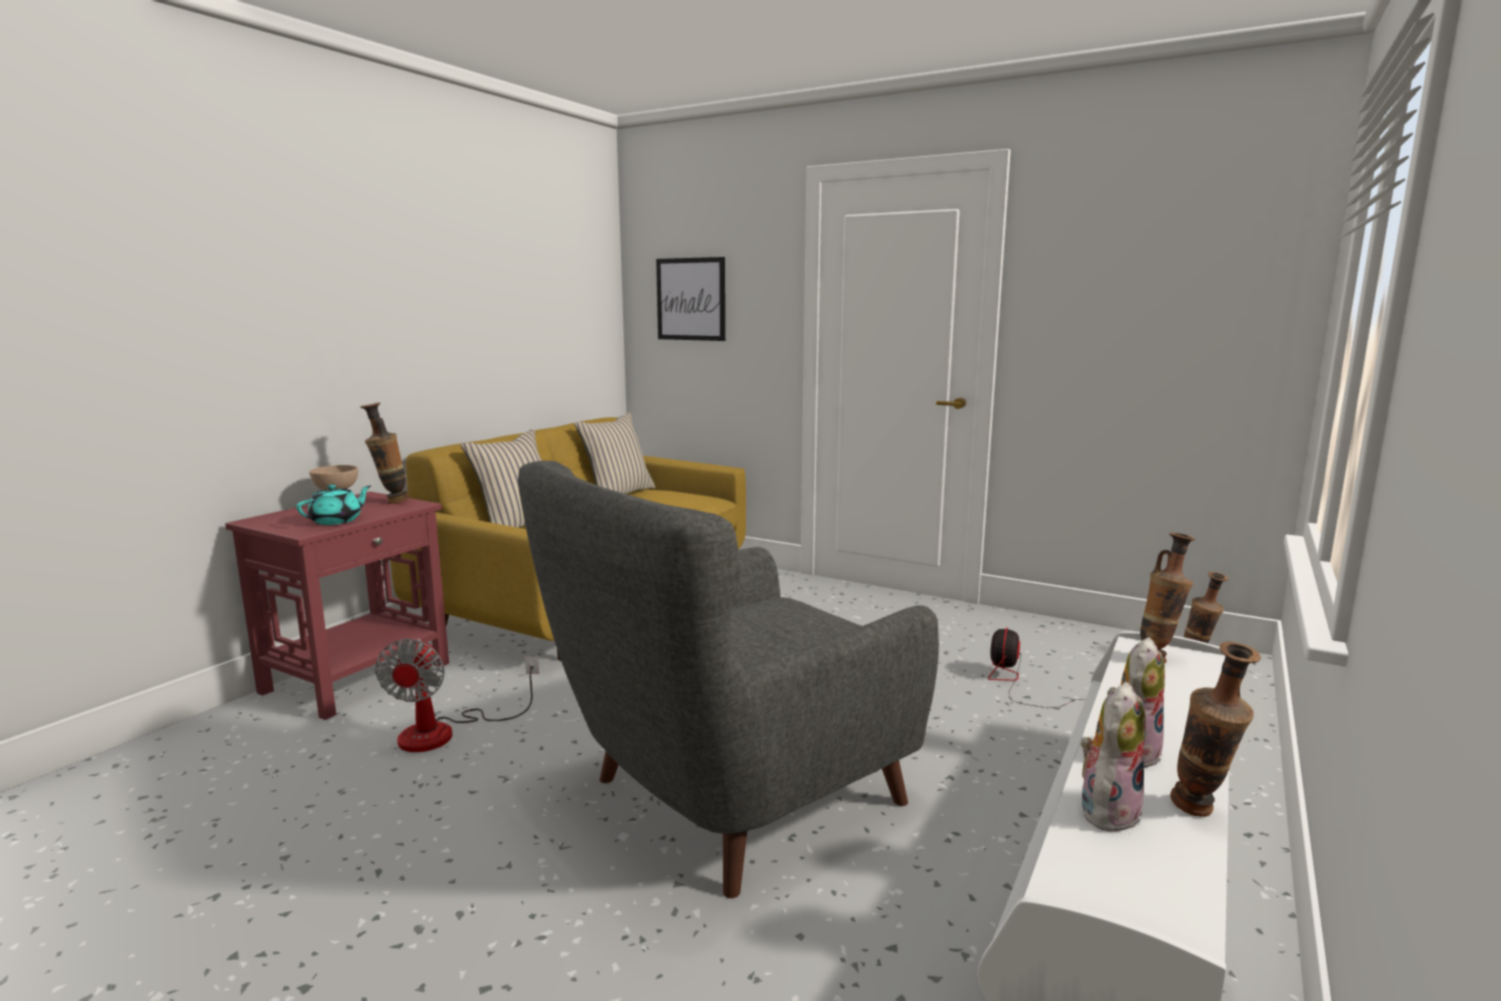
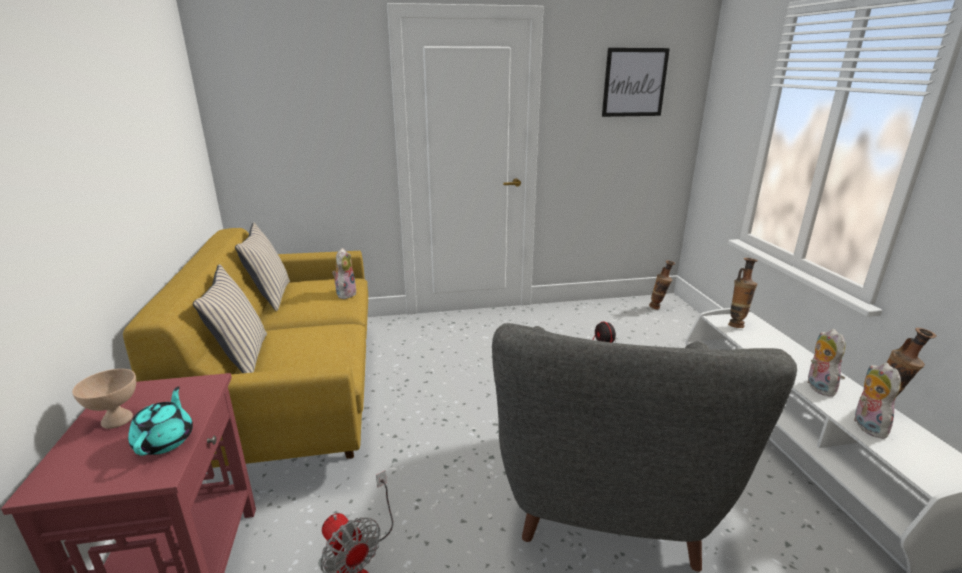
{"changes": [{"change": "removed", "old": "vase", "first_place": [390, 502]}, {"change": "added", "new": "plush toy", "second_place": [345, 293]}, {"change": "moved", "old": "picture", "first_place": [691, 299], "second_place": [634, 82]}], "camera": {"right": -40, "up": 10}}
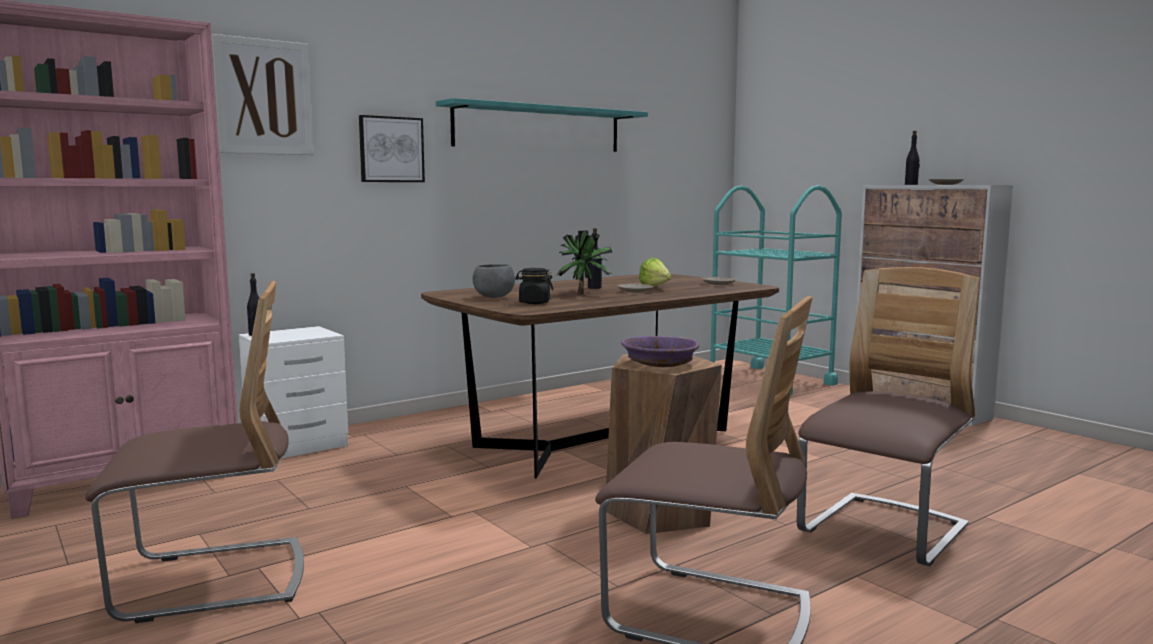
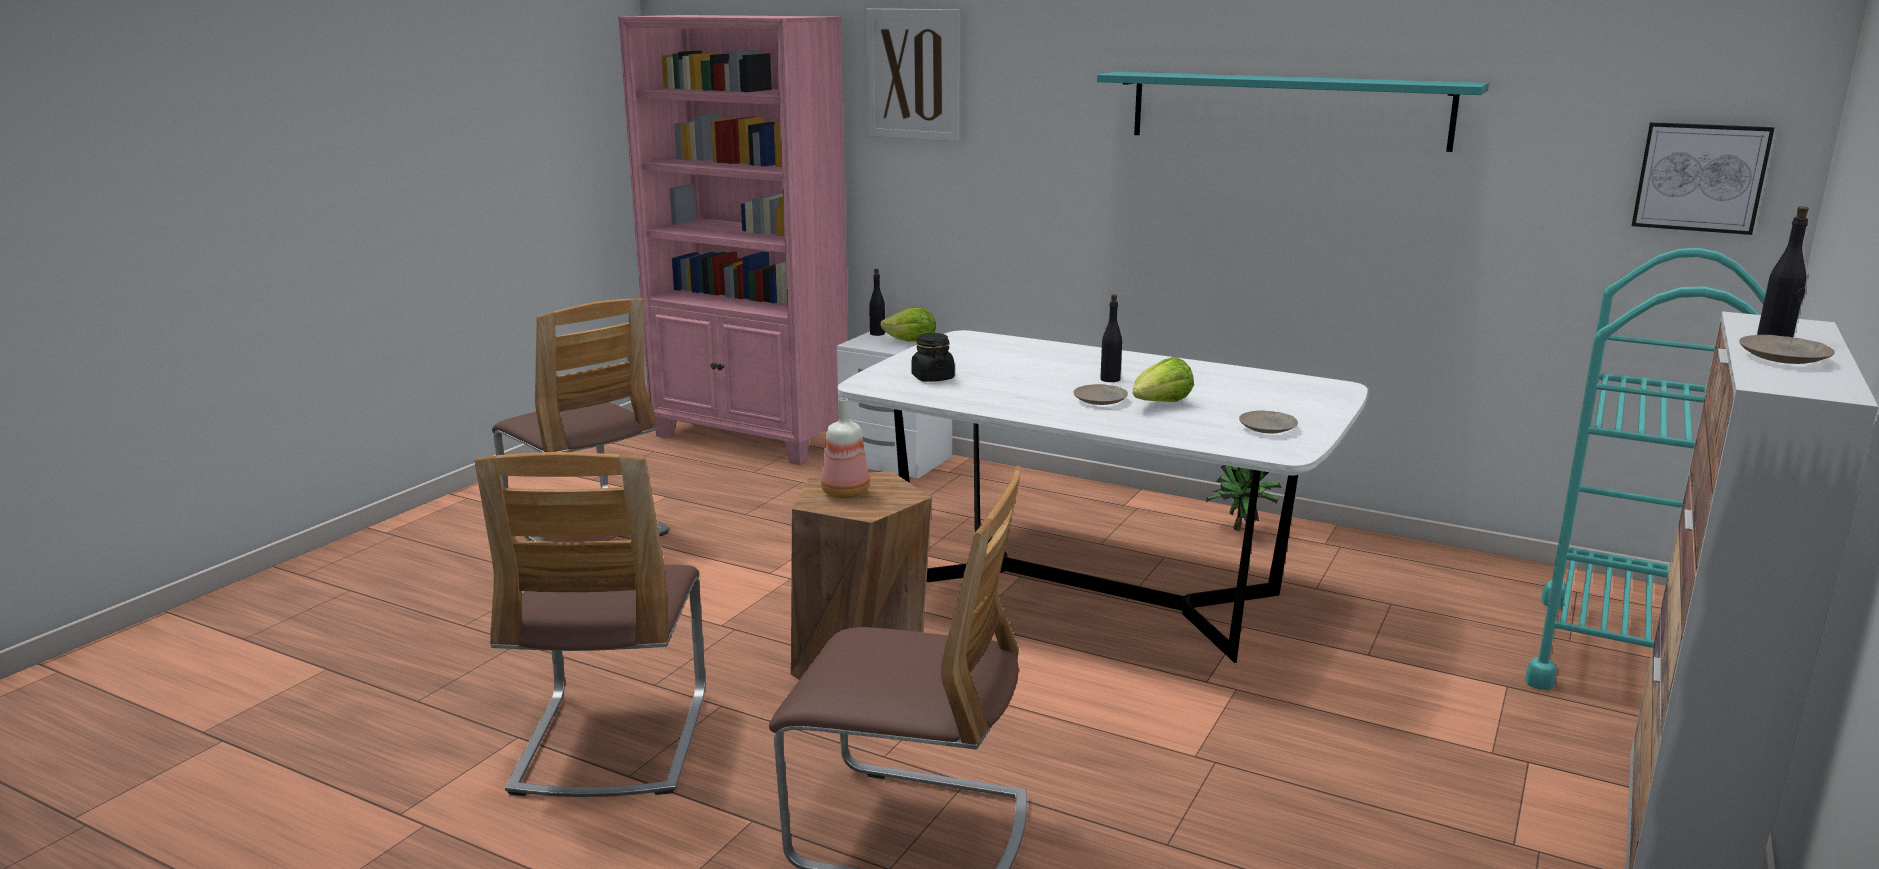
{"changes": [{"change": "removed", "old": "bowl (grey)", "first_place": [494, 297]}, {"change": "added", "new": "lettuce", "second_place": [911, 342]}, {"change": "moved", "old": "picture", "first_place": [391, 149], "second_place": [1700, 177]}, {"change": "moved", "old": "potted plant", "first_place": [584, 293], "second_place": [1242, 530]}, {"change": "replaced", "old": "bowl (purple)", "new": "bottle", "first_place": [660, 363], "second_place": [845, 493]}, {"change": "recoloured", "old": "dining table (brown)", "new": "dining table (white)", "first_place": [604, 439], "second_place": [1091, 590]}], "camera": {"right": 65, "up": 10}}
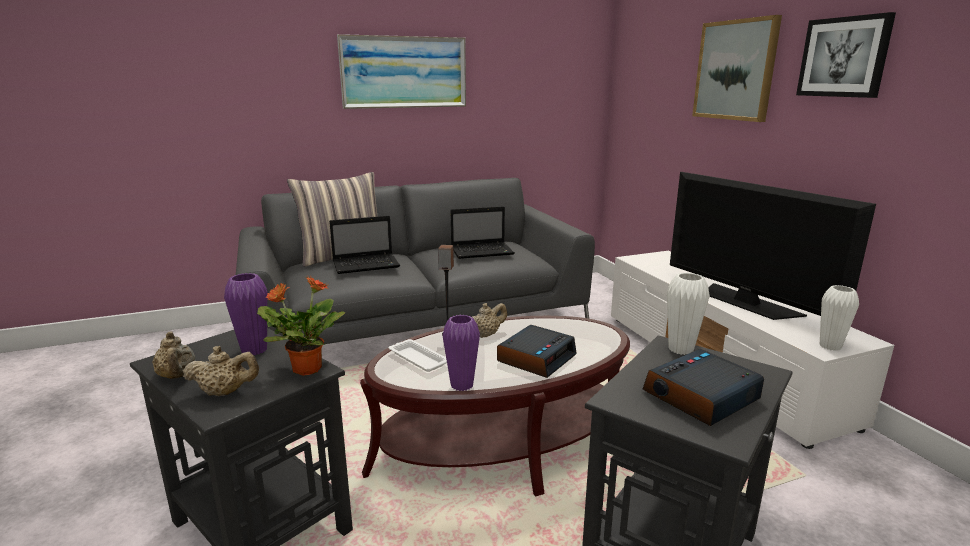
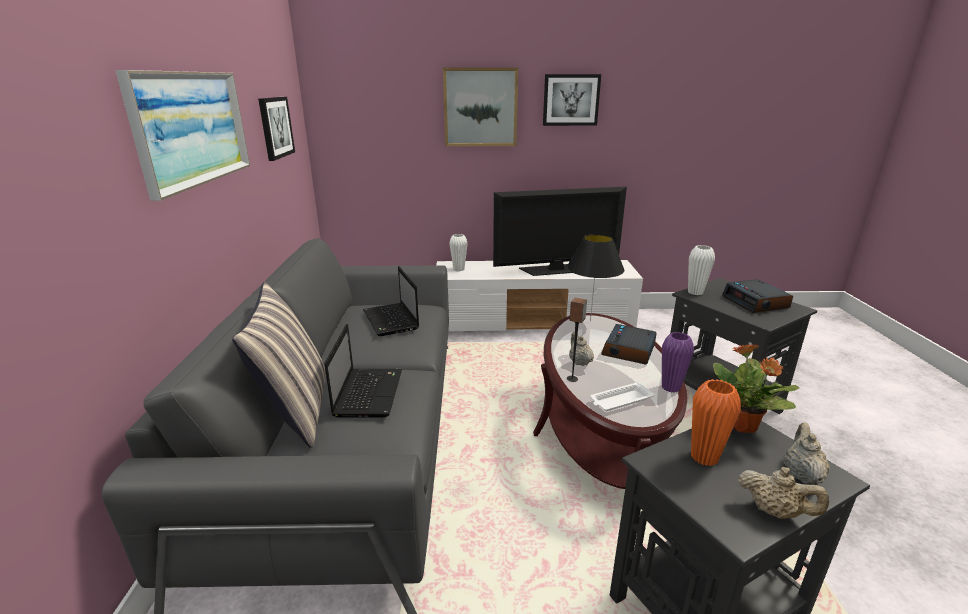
{"changes": [{"change": "added", "new": "picture", "second_place": [275, 127]}, {"change": "added", "new": "table lamp (black)", "second_place": [590, 321]}, {"change": "moved", "old": "vase (white)", "first_place": [830, 346], "second_place": [459, 269]}, {"change": "recoloured", "old": "vase (purple)", "new": "vase (orange)", "first_place": [254, 350], "second_place": [704, 457]}, {"change": "turned", "old": "teapot (beige)", "first_place": [177, 376], "second_place": [775, 511], "degrees": 45}, {"change": "turned", "old": "laptop", "first_place": [483, 251], "second_place": [391, 321], "degrees": 150}, {"change": "turned", "old": "alarm clock", "first_place": [536, 358], "second_place": [629, 350], "degrees": -120}], "camera": {"right": -70, "up": 5}}
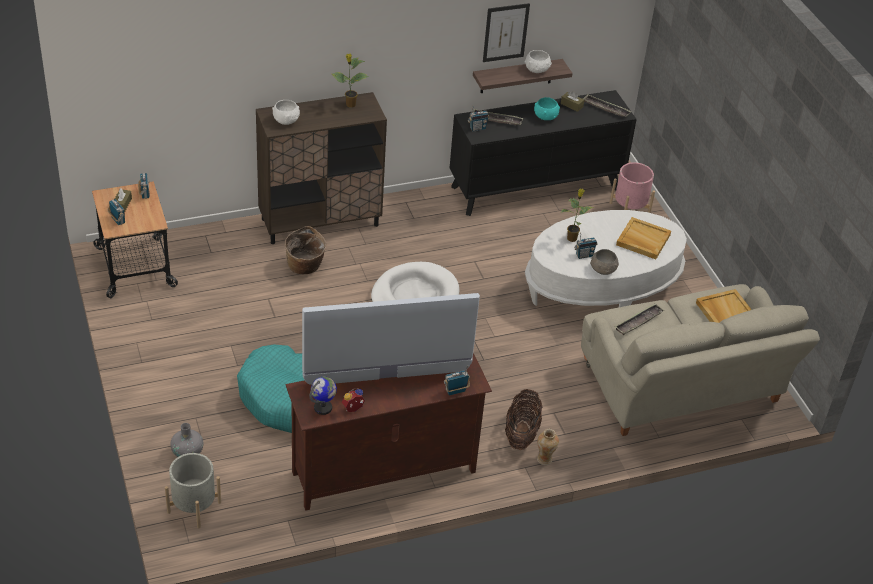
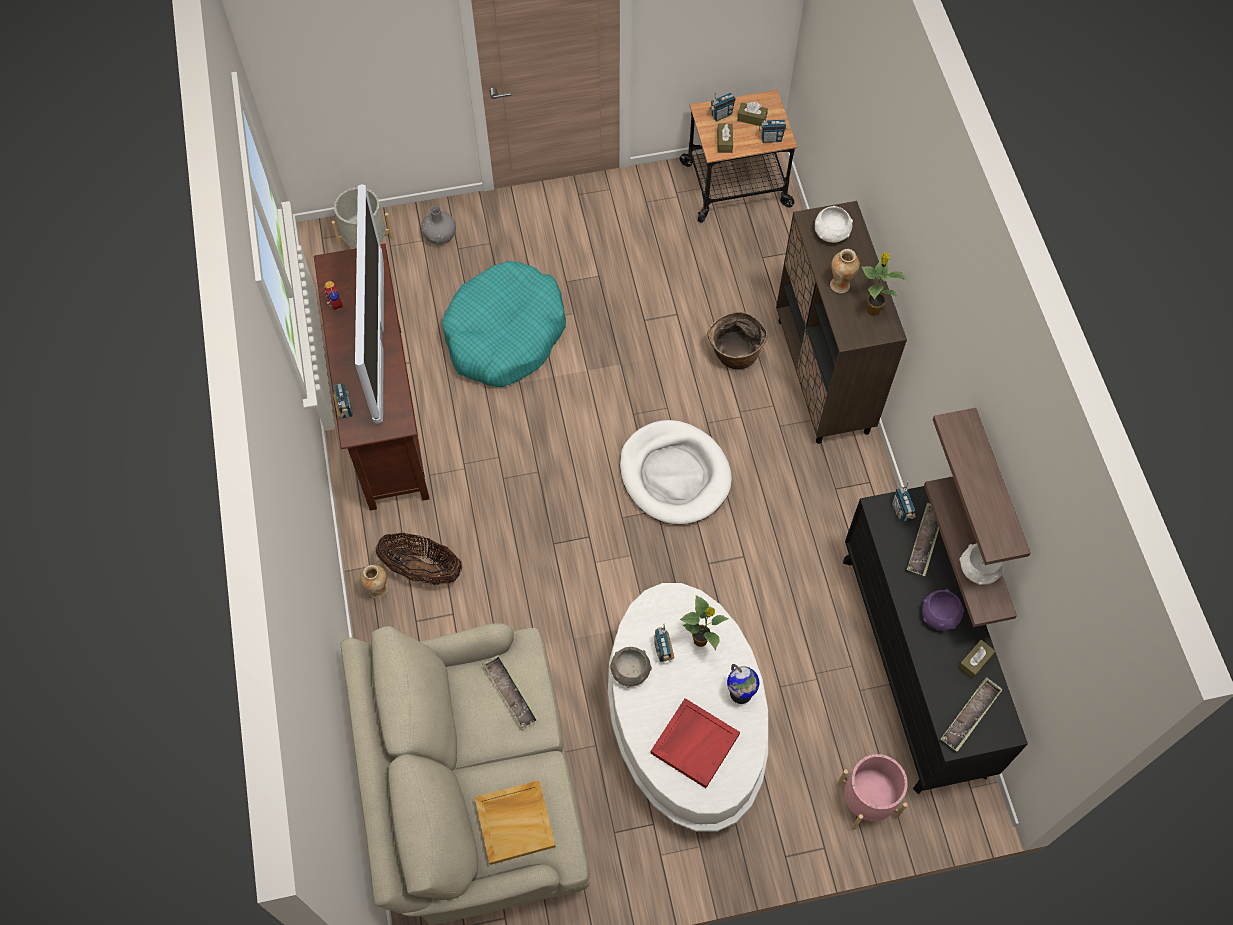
{"changes": [{"change": "added", "new": "tissue box (brown)", "second_place": [724, 142]}, {"change": "added", "new": "vase", "second_place": [840, 285]}, {"change": "moved", "old": "globe", "first_place": [323, 408], "second_place": [740, 693]}, {"change": "replaced", "old": "picture", "new": "shelf", "first_place": [505, 32], "second_place": [997, 488]}, {"change": "recoloured", "old": "bowl (turquoise)", "new": "bowl (purple)", "first_place": [545, 116], "second_place": [940, 615]}, {"change": "recoloured", "old": "tray (beige)", "new": "tray (red)", "first_place": [642, 240], "second_place": [694, 743]}], "camera": {"right": 100, "up": 20}}
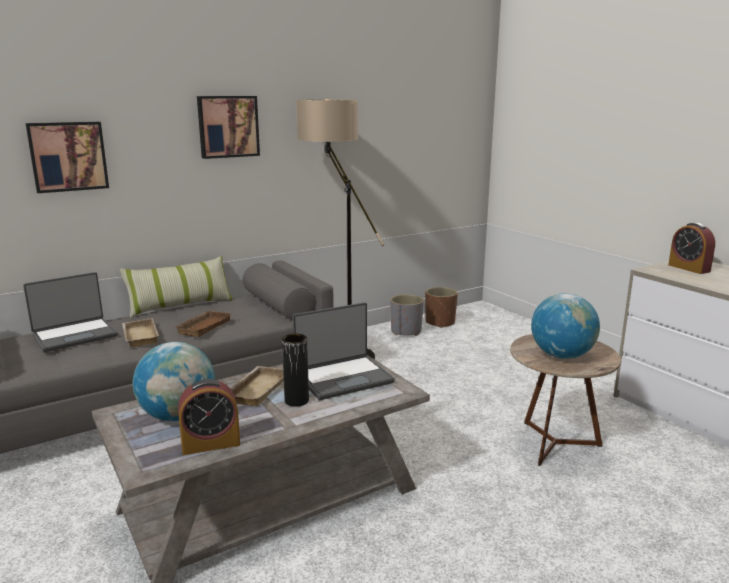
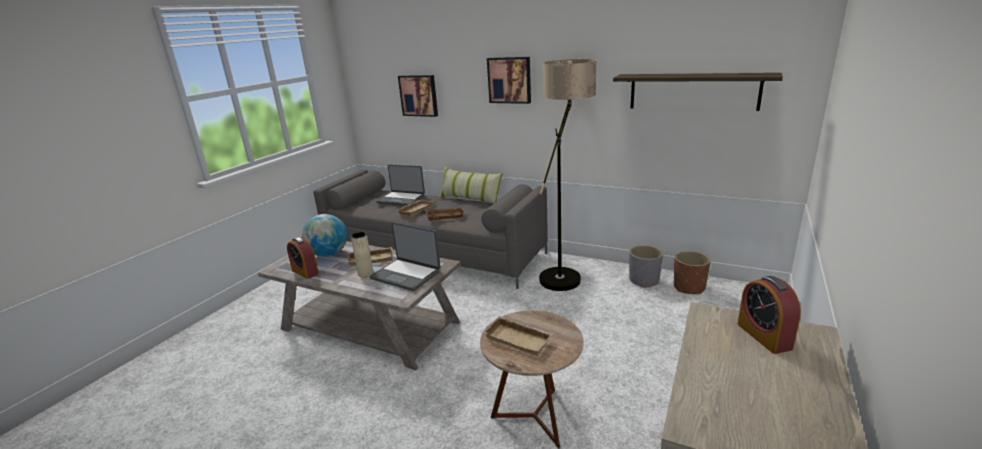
{"changes": [{"change": "added", "new": "shelf", "second_place": [693, 91]}, {"change": "replaced", "old": "globe", "new": "tray (beige)", "first_place": [561, 355], "second_place": [519, 339]}, {"change": "recoloured", "old": "vase (black)", "new": "vase (beige)", "first_place": [296, 401], "second_place": [365, 273]}, {"change": "turned", "old": "alarm clock", "first_place": [689, 268], "second_place": [764, 336], "degrees": -45}], "camera": {"right": 60, "up": 5}}
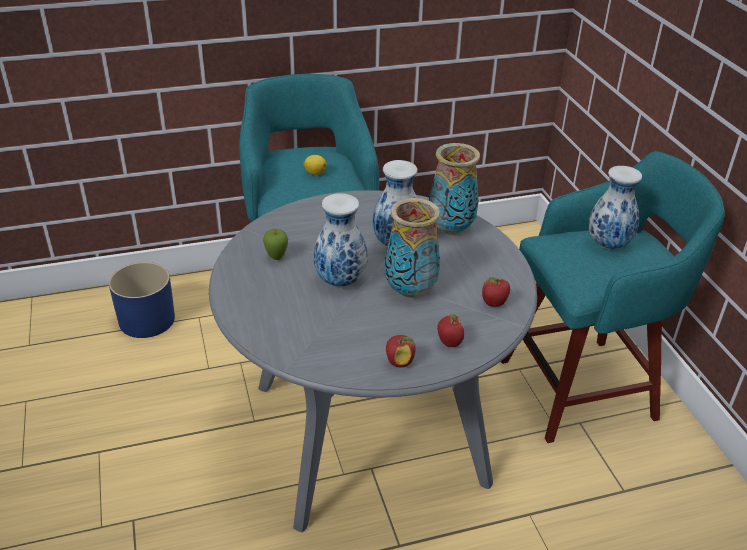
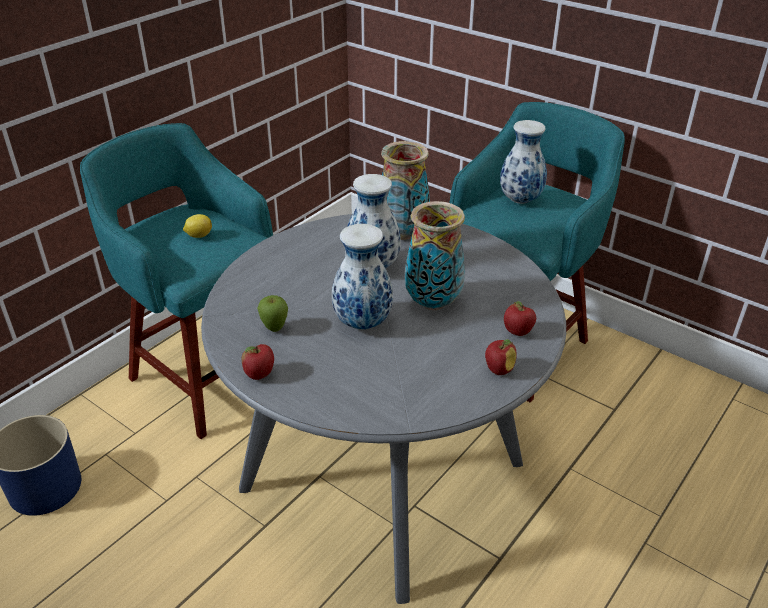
{"changes": [{"change": "moved", "old": "apple", "first_place": [494, 304], "second_place": [260, 375]}], "camera": {"right": -35, "up": 0}}
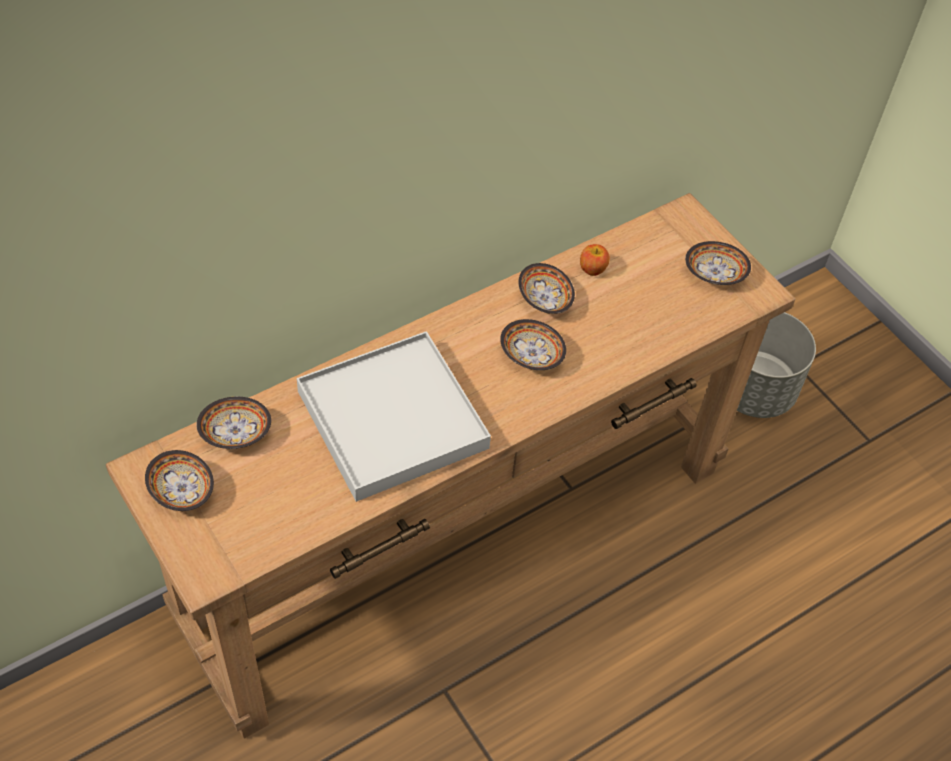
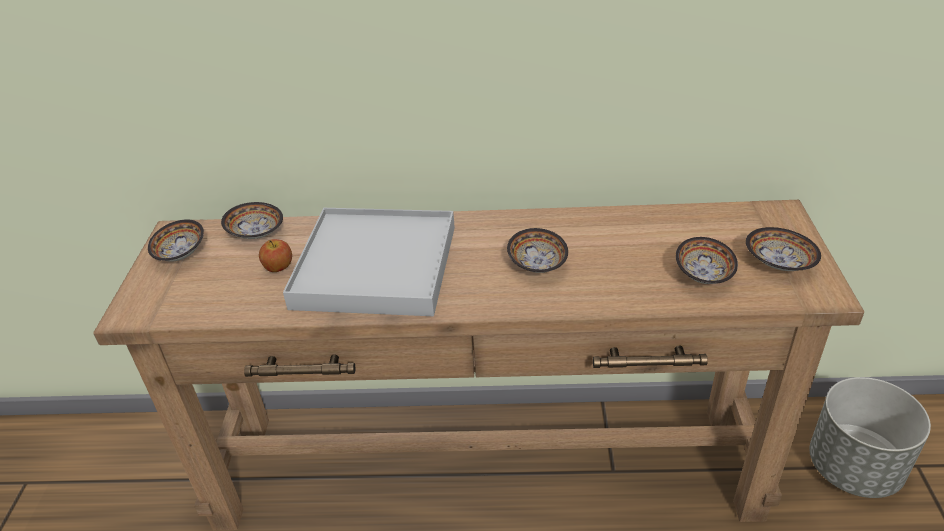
{"changes": [{"change": "moved", "old": "bowl", "first_place": [544, 300], "second_place": [703, 275]}, {"change": "moved", "old": "apple", "first_place": [593, 269], "second_place": [278, 267]}], "camera": {"right": 40, "up": -15}}
